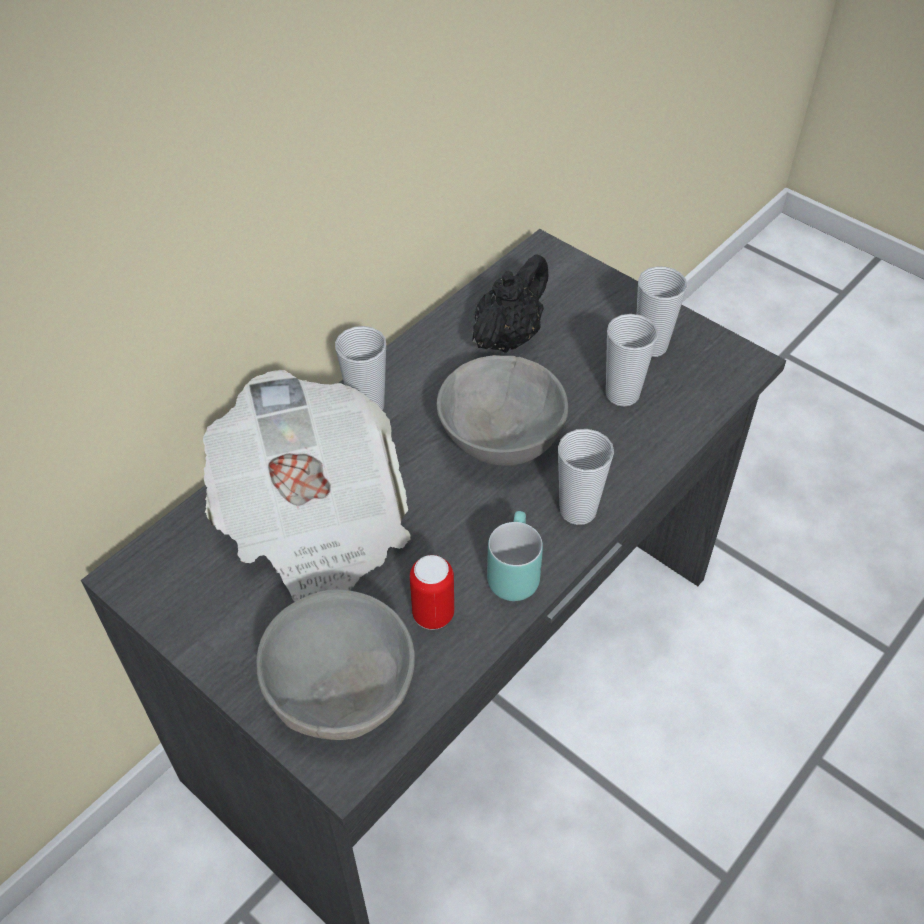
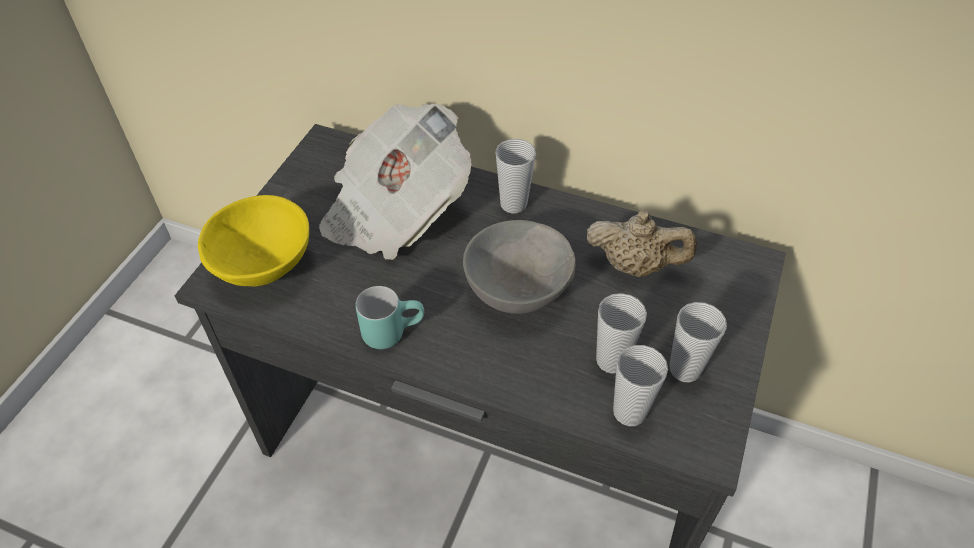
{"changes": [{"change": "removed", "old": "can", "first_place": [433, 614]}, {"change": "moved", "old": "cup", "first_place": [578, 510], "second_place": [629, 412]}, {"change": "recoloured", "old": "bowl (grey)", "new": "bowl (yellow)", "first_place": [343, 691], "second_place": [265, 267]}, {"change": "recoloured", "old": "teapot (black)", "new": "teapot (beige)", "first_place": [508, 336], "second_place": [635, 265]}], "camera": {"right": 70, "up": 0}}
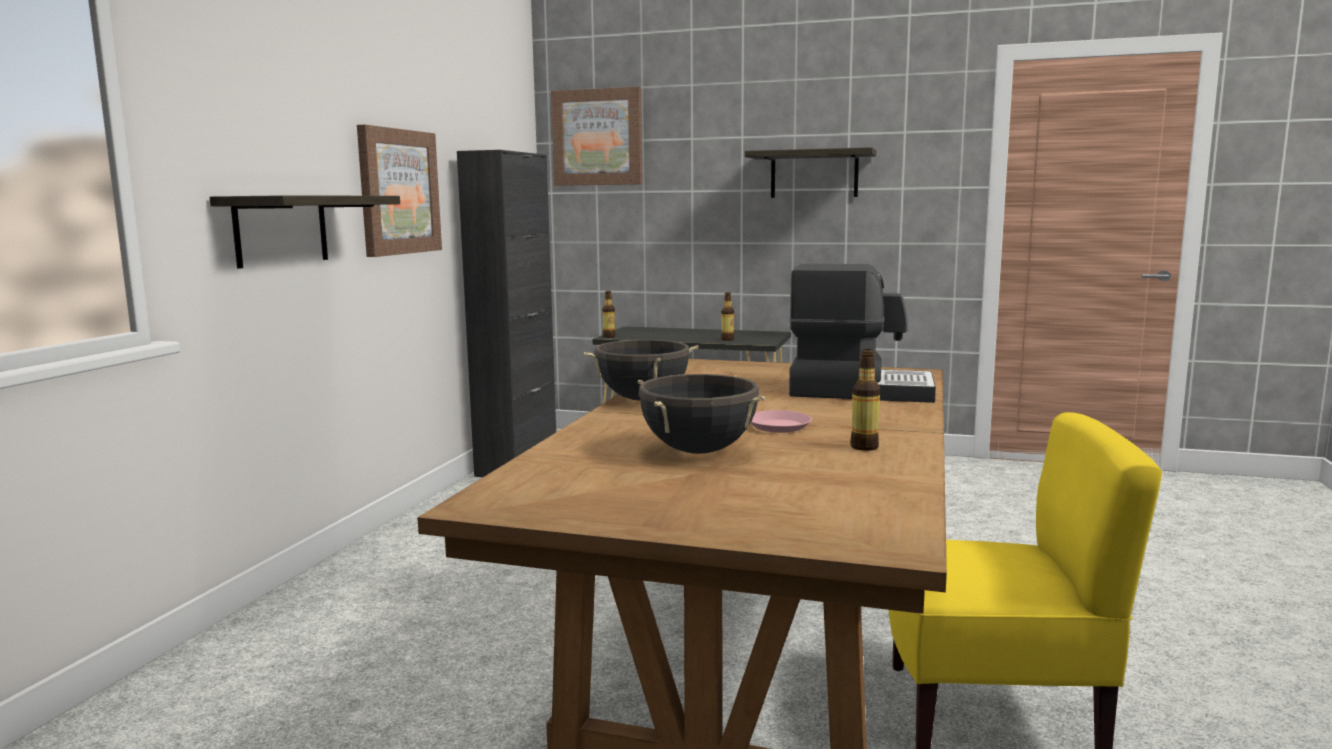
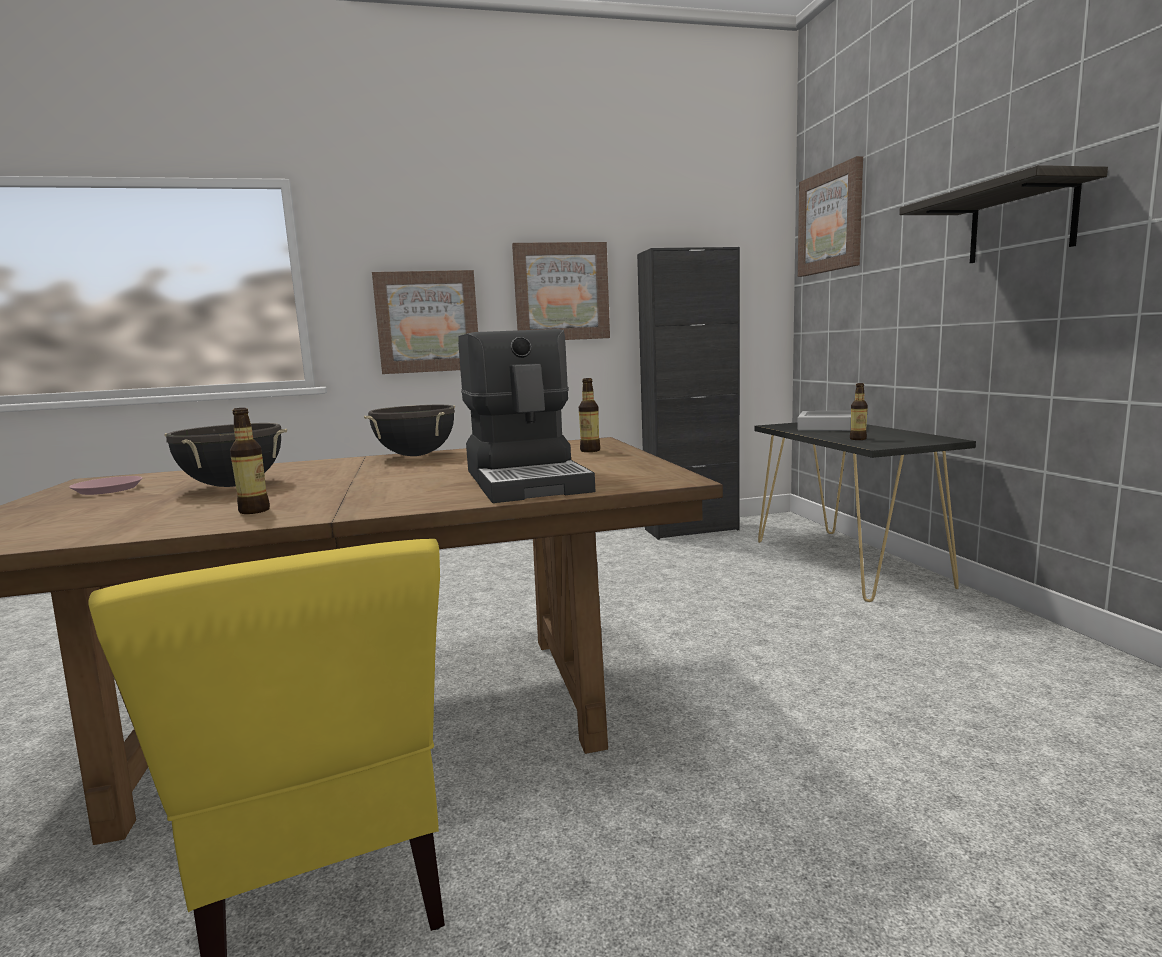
{"changes": [{"change": "added", "new": "tray (grey)", "second_place": [828, 427]}, {"change": "moved", "old": "bottle", "first_place": [609, 336], "second_place": [590, 450]}, {"change": "moved", "old": "plate (pink)", "first_place": [779, 426], "second_place": [108, 490]}, {"change": "replaced", "old": "shelf", "new": "picture", "first_place": [281, 230], "second_place": [427, 322]}], "camera": {"right": 60, "up": 0}}
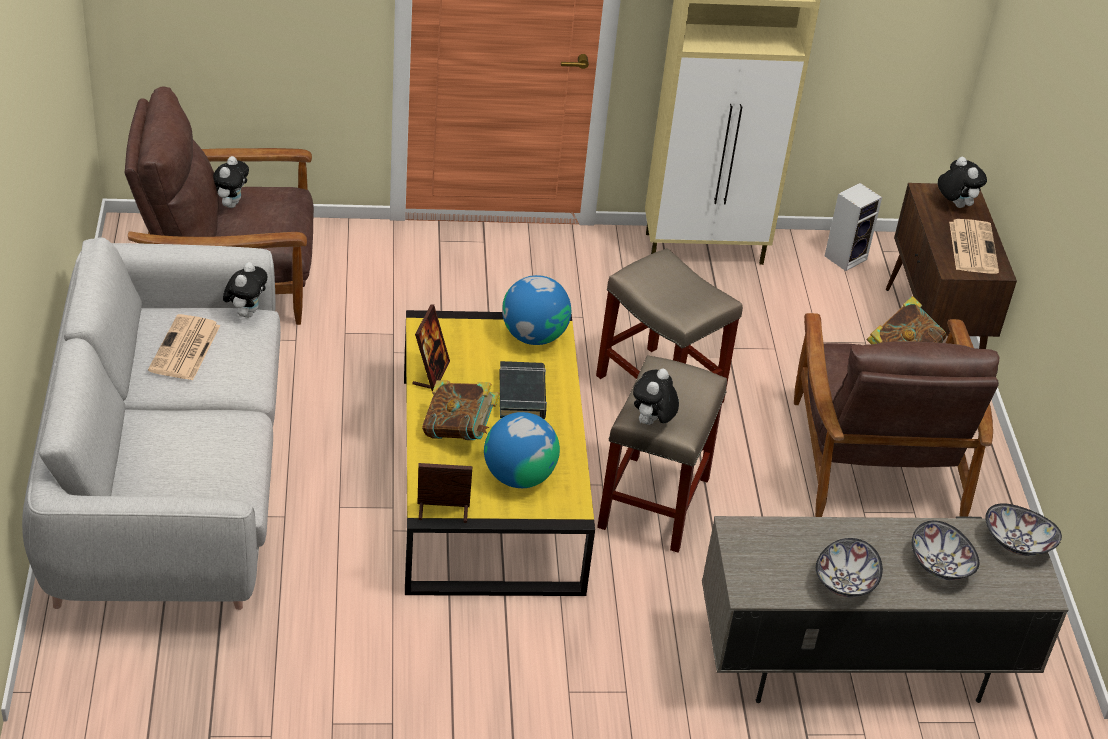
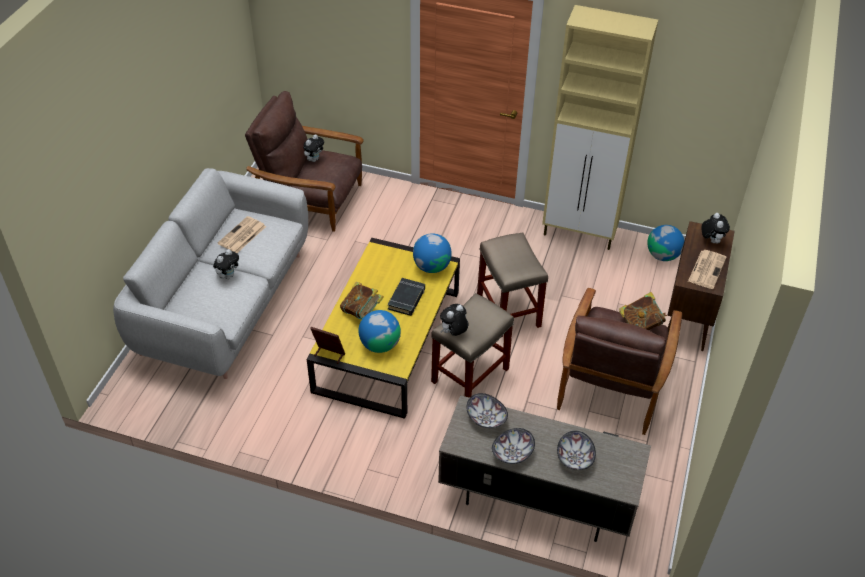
{"changes": [{"change": "removed", "old": "picture frame", "first_place": [431, 373]}, {"change": "moved", "old": "plush toy", "first_place": [246, 312], "second_place": [228, 275]}, {"change": "moved", "old": "bowl", "first_place": [1017, 544], "second_place": [486, 418]}, {"change": "replaced", "old": "speaker", "new": "globe", "first_place": [846, 257], "second_place": [662, 255]}], "camera": {"right": 25, "up": 5}}
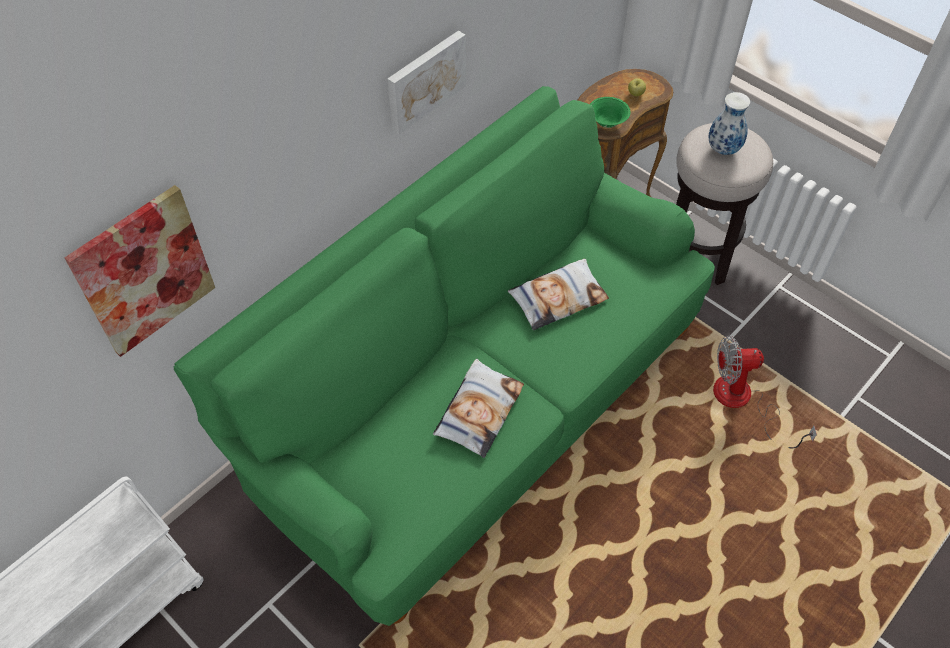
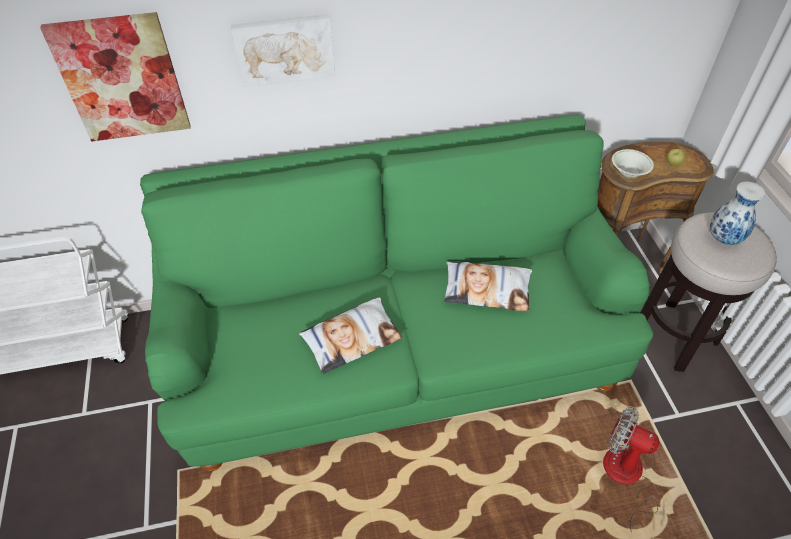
{"changes": [{"change": "moved", "old": "picture", "first_place": [425, 80], "second_place": [284, 49]}, {"change": "recoloured", "old": "bowl (green)", "new": "bowl (white)", "first_place": [607, 123], "second_place": [628, 174]}], "camera": {"right": 35, "up": -5}}
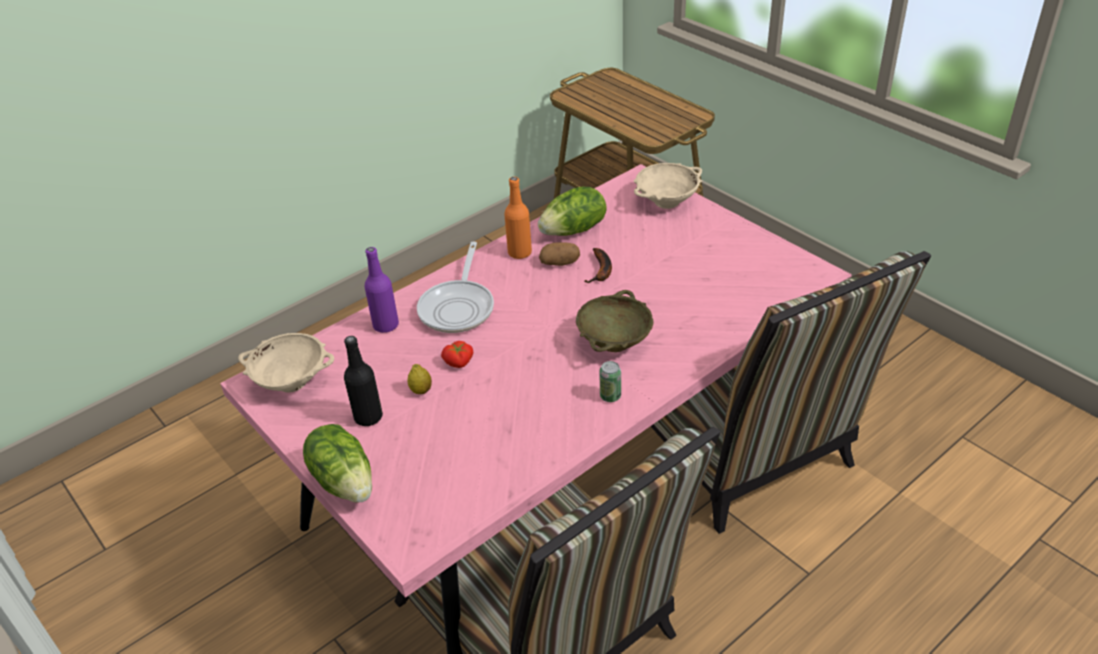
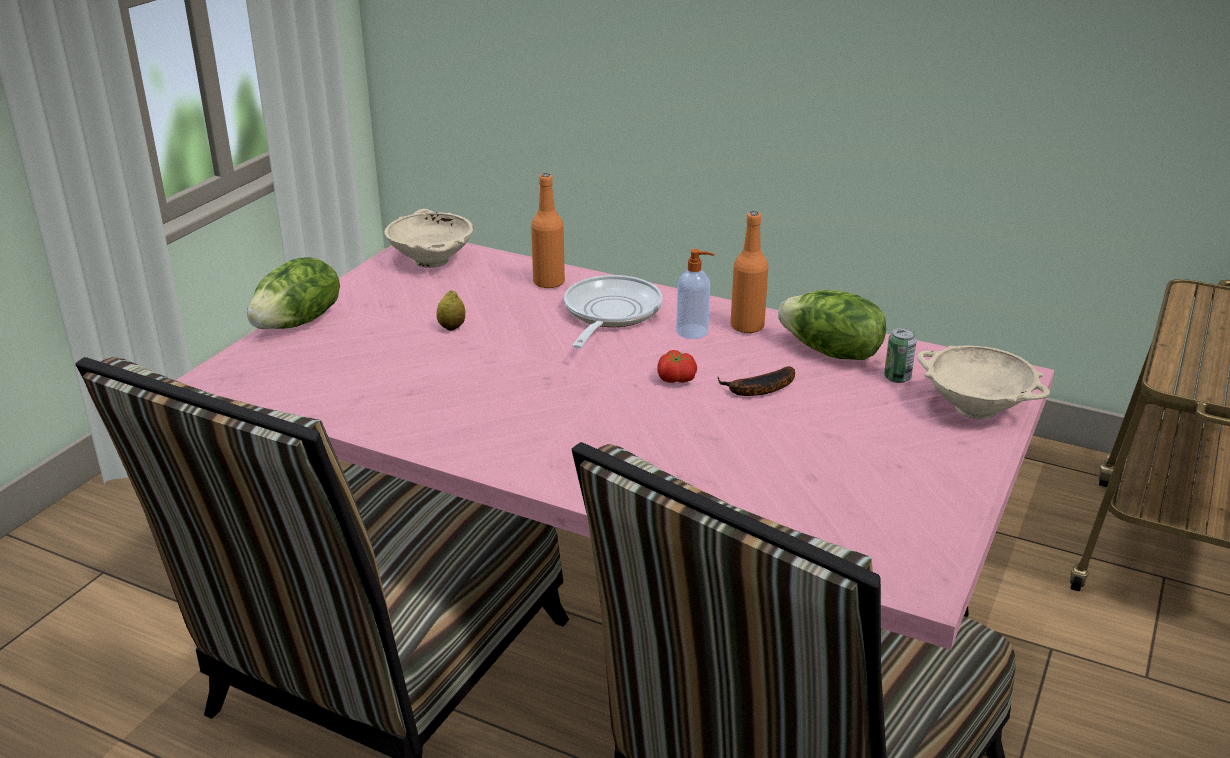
{"changes": [{"change": "removed", "old": "bottle (black)", "first_place": [368, 417]}, {"change": "removed", "old": "potato", "first_place": [560, 263]}, {"change": "removed", "old": "bowl (beige)", "first_place": [614, 342]}, {"change": "added", "new": "soap dispenser", "second_place": [693, 332]}, {"change": "moved", "old": "tomato", "first_place": [459, 362], "second_place": [675, 379]}, {"change": "moved", "old": "can", "first_place": [610, 396], "second_place": [897, 377]}, {"change": "recoloured", "old": "bottle (purple)", "new": "bottle (orange)", "first_place": [386, 325], "second_place": [549, 283]}, {"change": "turned", "old": "frying pan", "first_place": [458, 307], "second_place": [609, 314], "degrees": 120}], "camera": {"right": 65, "up": -10}}
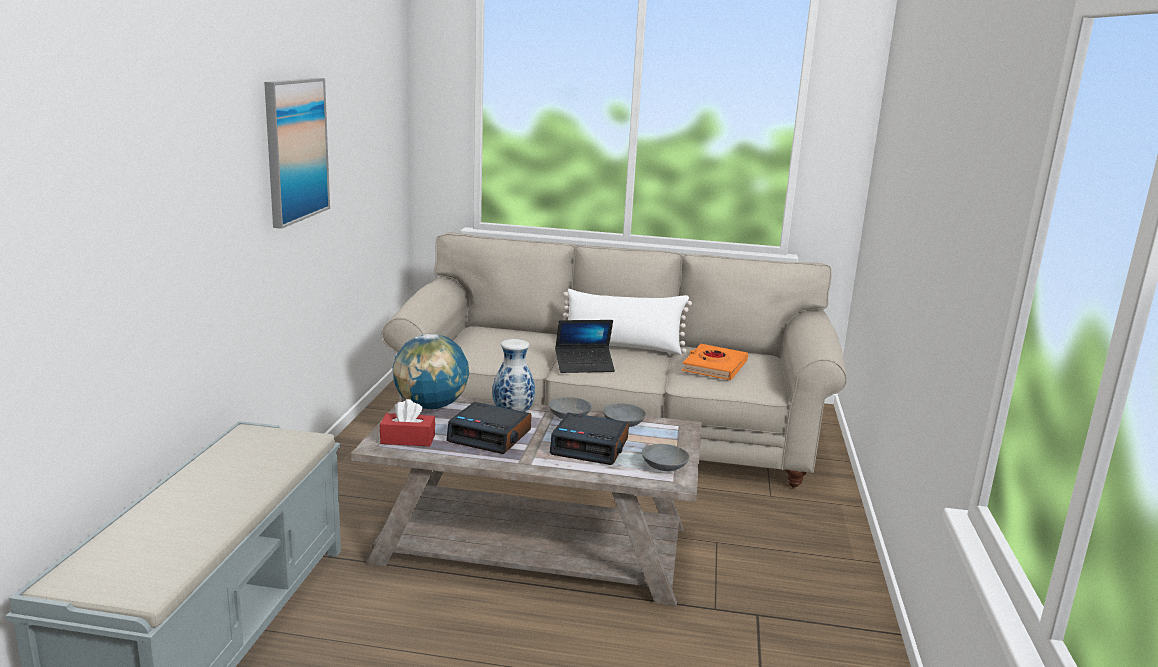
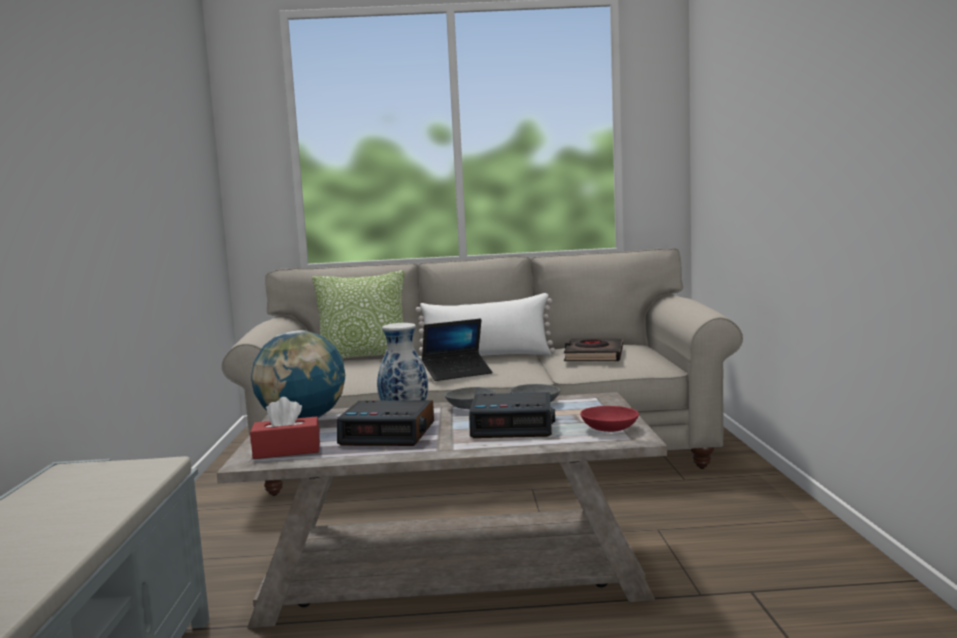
{"changes": [{"change": "removed", "old": "picture", "first_place": [295, 150]}, {"change": "added", "new": "pillow", "second_place": [364, 357]}, {"change": "recoloured", "old": "bowl (grey)", "new": "bowl (red)", "first_place": [665, 466], "second_place": [610, 429]}, {"change": "recoloured", "old": "book (orange)", "new": "book (black)", "first_place": [714, 367], "second_place": [593, 356]}], "camera": {"right": -10, "up": -10}}
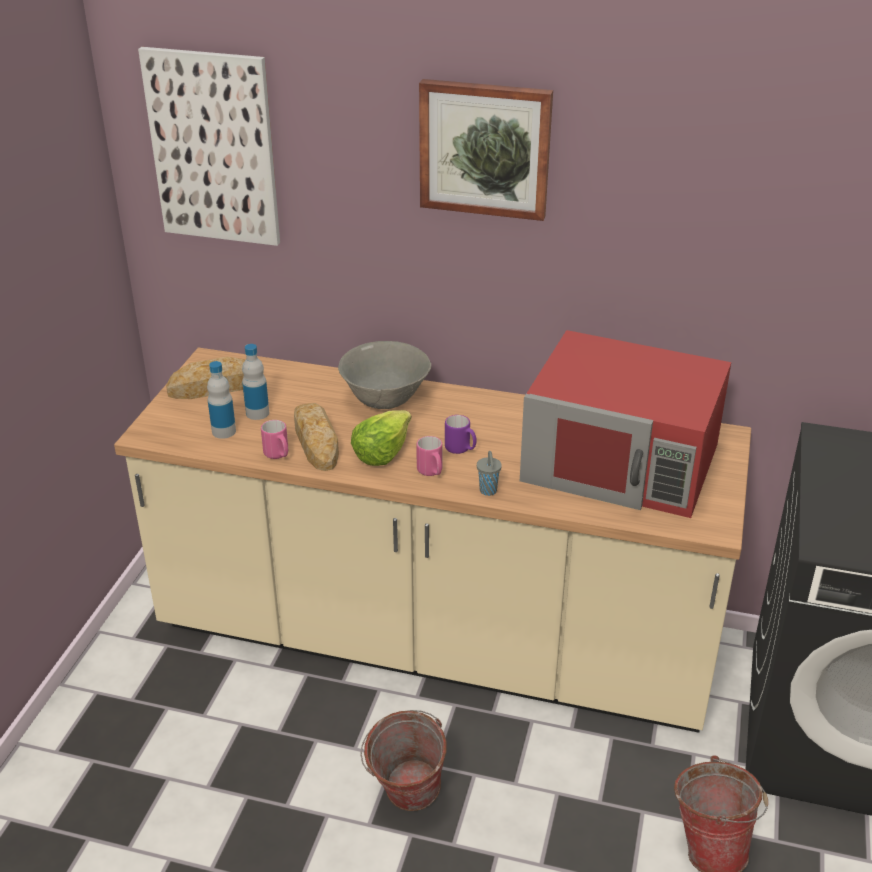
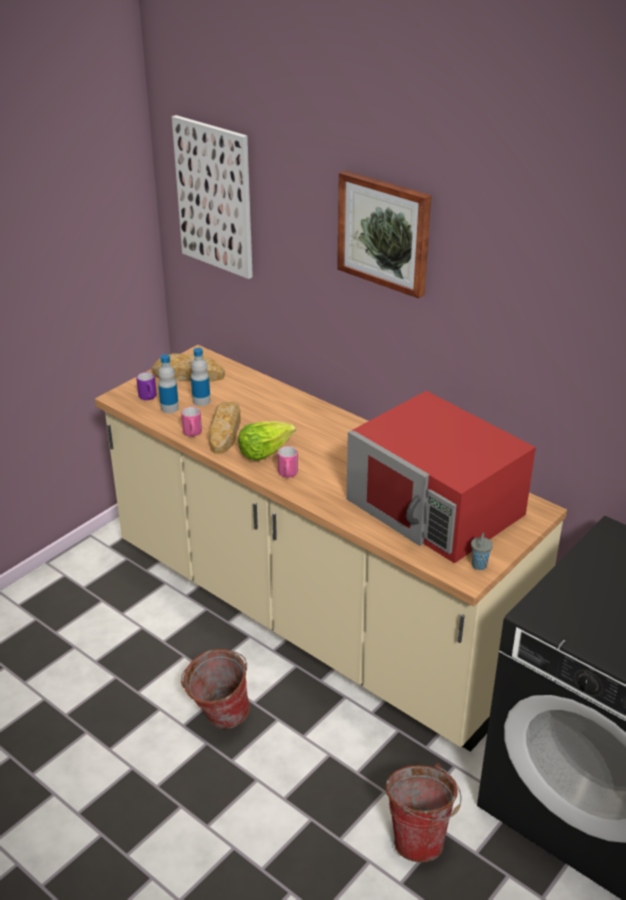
{"changes": [{"change": "removed", "old": "bowl (grey)", "first_place": [385, 400]}, {"change": "moved", "old": "mug (purple)", "first_place": [461, 449], "second_place": [148, 398]}, {"change": "moved", "old": "cup (grey)", "first_place": [488, 491], "second_place": [479, 566]}], "camera": {"right": 25, "up": 0}}
